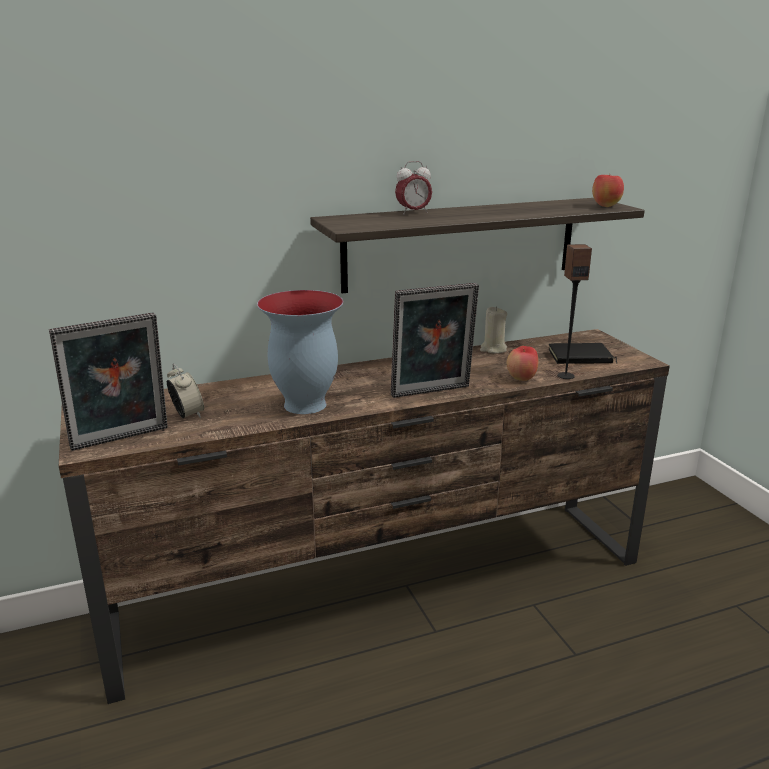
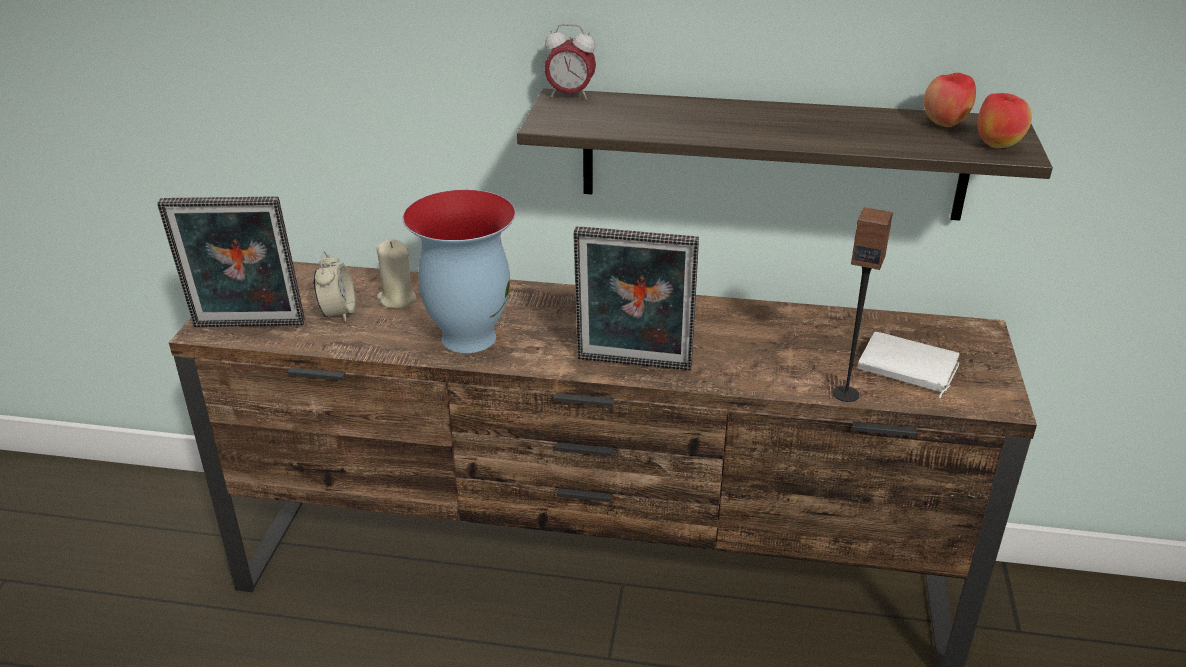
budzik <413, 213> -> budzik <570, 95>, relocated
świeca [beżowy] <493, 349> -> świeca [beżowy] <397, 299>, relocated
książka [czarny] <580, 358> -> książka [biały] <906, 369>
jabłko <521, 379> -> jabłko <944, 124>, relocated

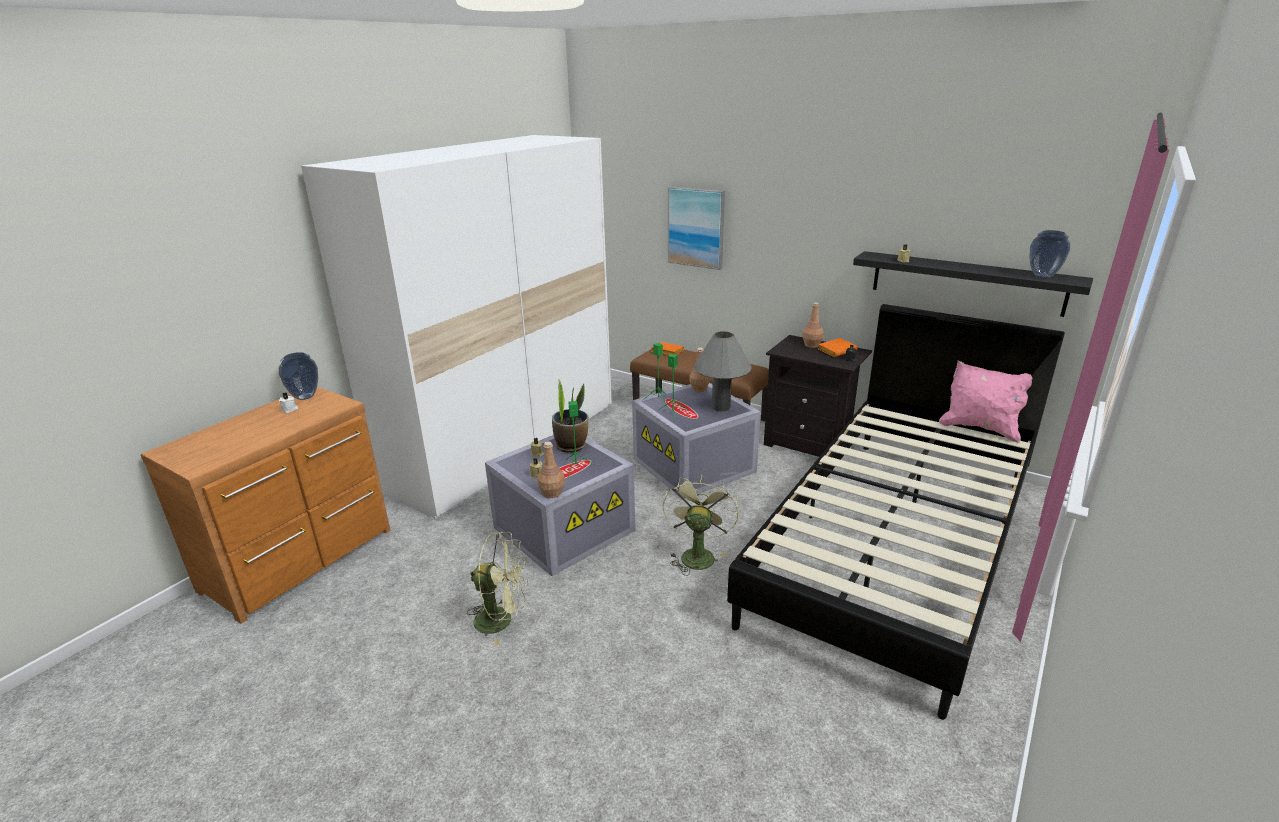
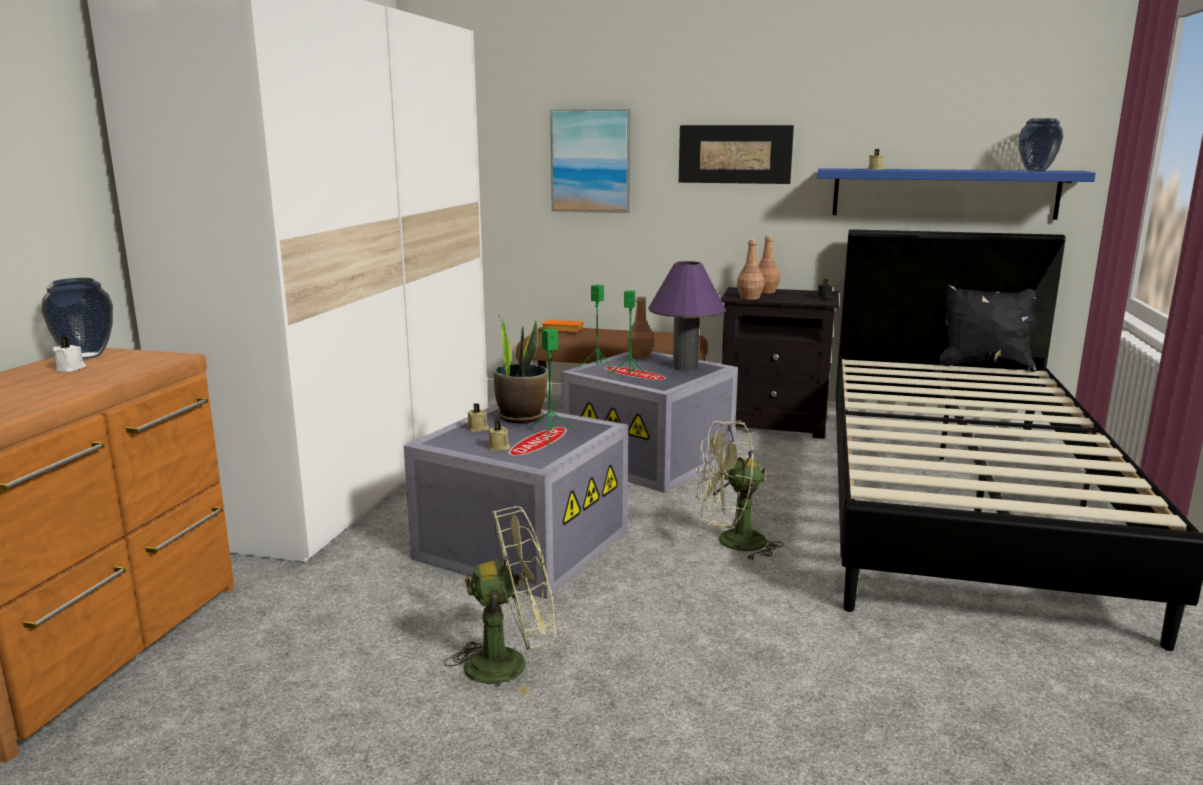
półka [czarny] <966, 282> -> półka [niebieski] <944, 193>
lampa stołowa [szary] <721, 407> -> lampa stołowa [fioletowy] <685, 367>
książka [pomarańczowy] <836, 350> -> none
poduszka [różowy] <979, 428> -> poduszka [czarny] <983, 365>
butelka [brązowy] <552, 492> -> butelka [brązowy] <750, 298>, relocated
wentylator [zielony] <697, 554> -> wentylator [zielony] <732, 543>, 90 degrees counterclockwise
none -> obraz <735, 154>

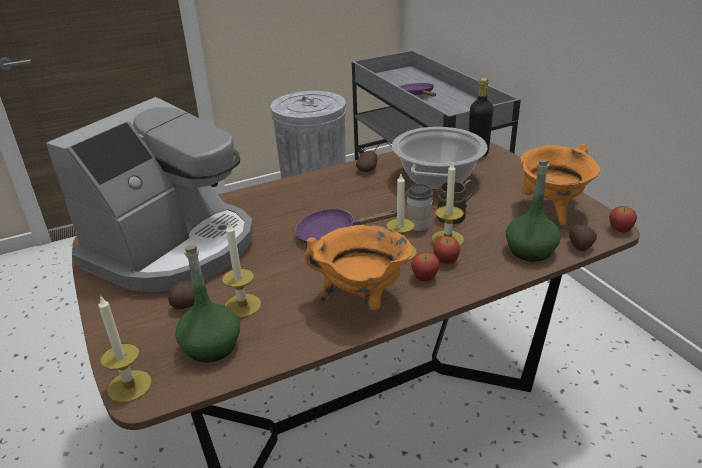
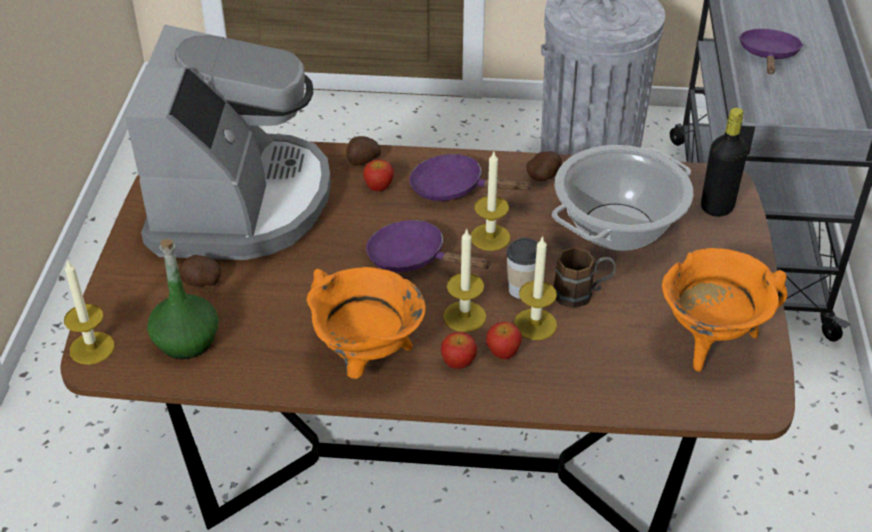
ekspres do kawy <174, 248> -> ekspres do kawy <239, 203>, 60 degrees counterclockwise
butelka [zielony] <530, 250> -> none
jabłko <620, 229> -> jabłko <379, 186>, relocated
świeca <242, 306> -> świeca <490, 237>, relocated
ziemniak <580, 246> -> ziemniak <362, 161>, relocated
none -> patelnia [fioletowy] <454, 189>

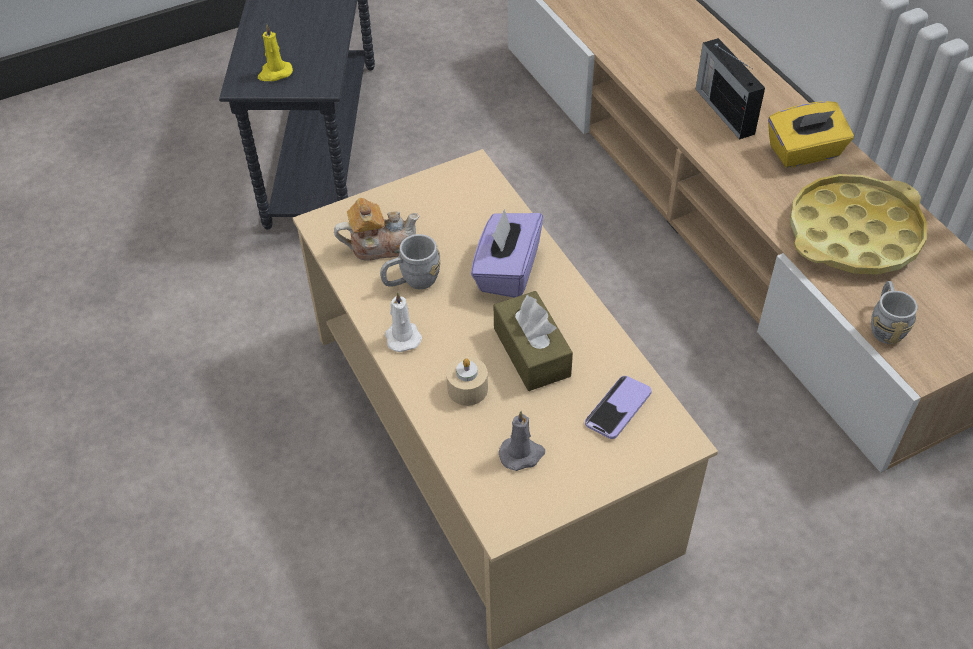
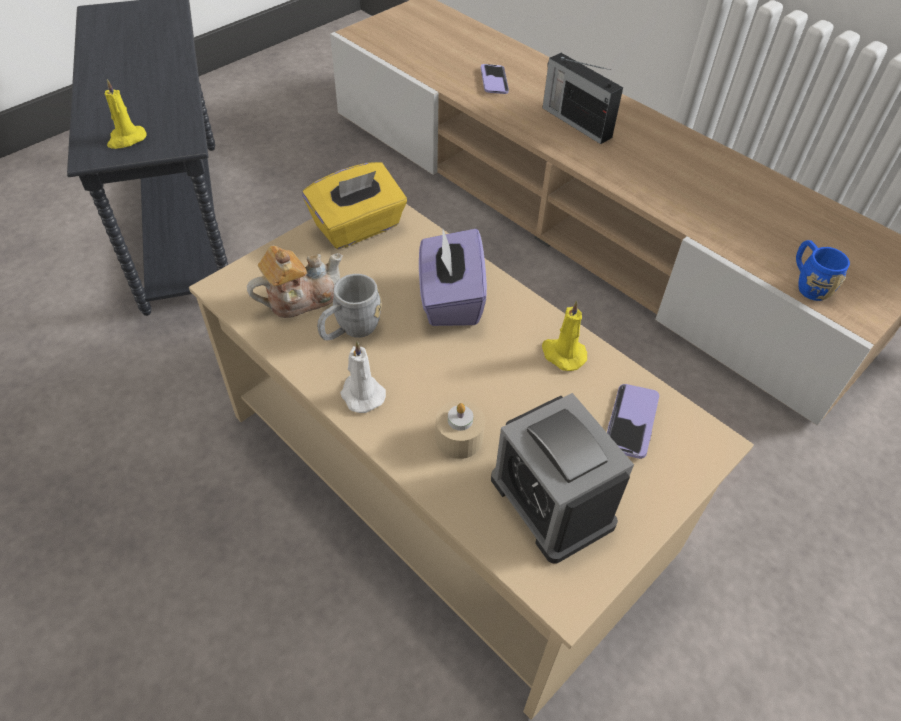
pudełko chusteczek [żółty] <804, 152> -> pudełko chusteczek [żółty] <358, 227>, relocated
taca [żółty] <853, 233> -> none
kubek [szary] <885, 325> -> kubek [niebieski] <808, 284>
pudełko chusteczek [brązowy] <531, 352> -> none
świeca [szary] <522, 454> -> budzik <552, 501>
none -> telefon <494, 80>
none -> świeca [żółty] <562, 354>

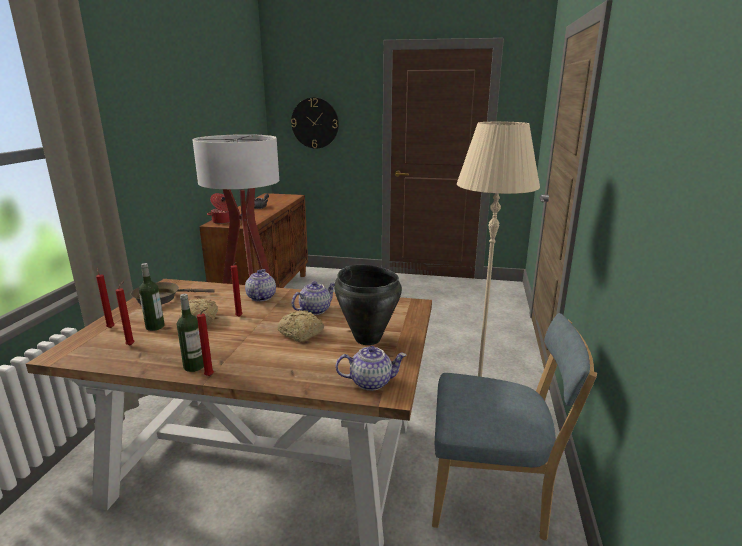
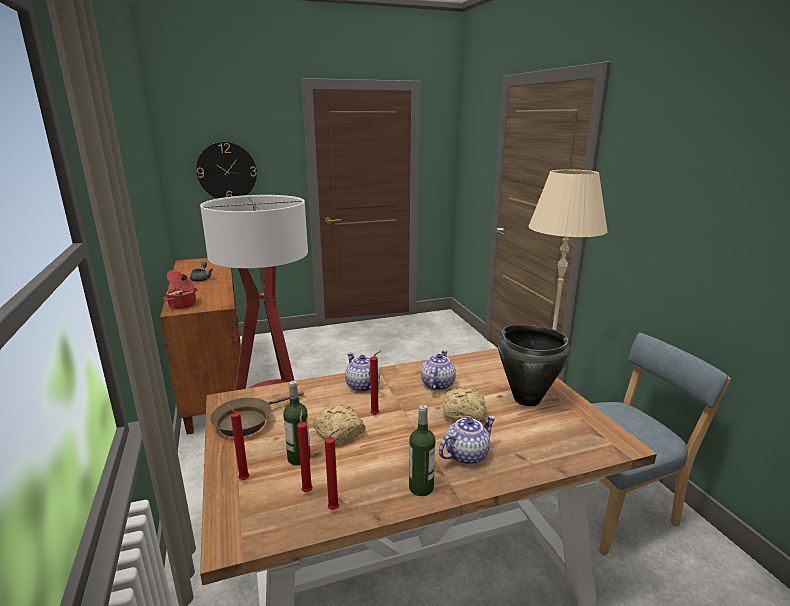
świeca [czerwony] <210, 376> -> świeca [czerwony] <335, 509>, relocated
imbryk <371, 382> -> imbryk <466, 454>, relocated

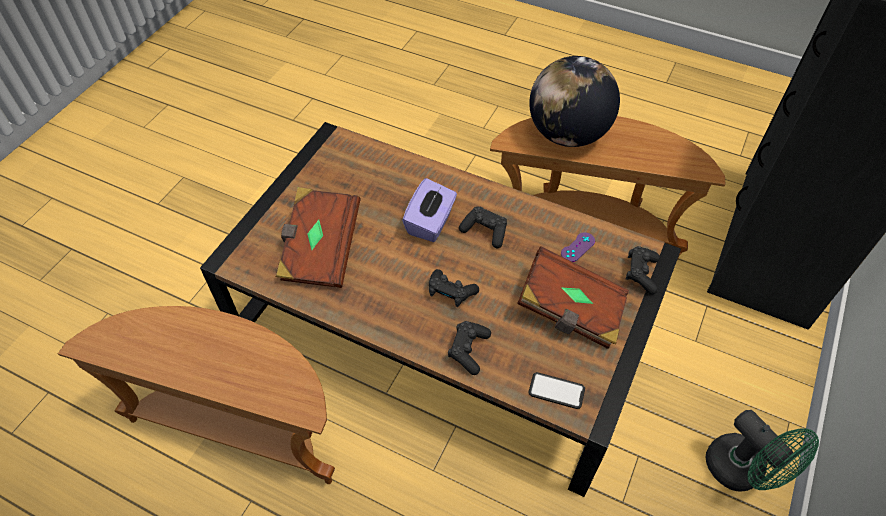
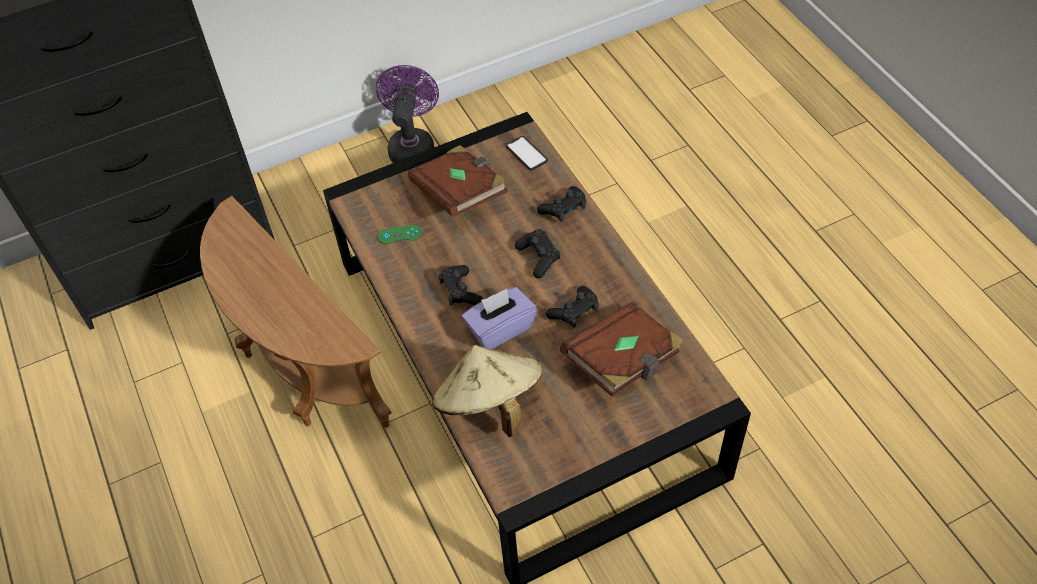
globus <567, 134> -> none
pad do gier [fioletowy] <577, 247> -> pad do gier [zielony] <400, 235>
pad do gier [czarny] <641, 274> -> pad do gier [czarny] <574, 312>, relocated
stolik [brązowy] <240, 426> -> none
wentylator [zielony] <742, 472> -> wentylator [fioletowy] <412, 145>
none -> kapelusz [beżowy] <489, 404>

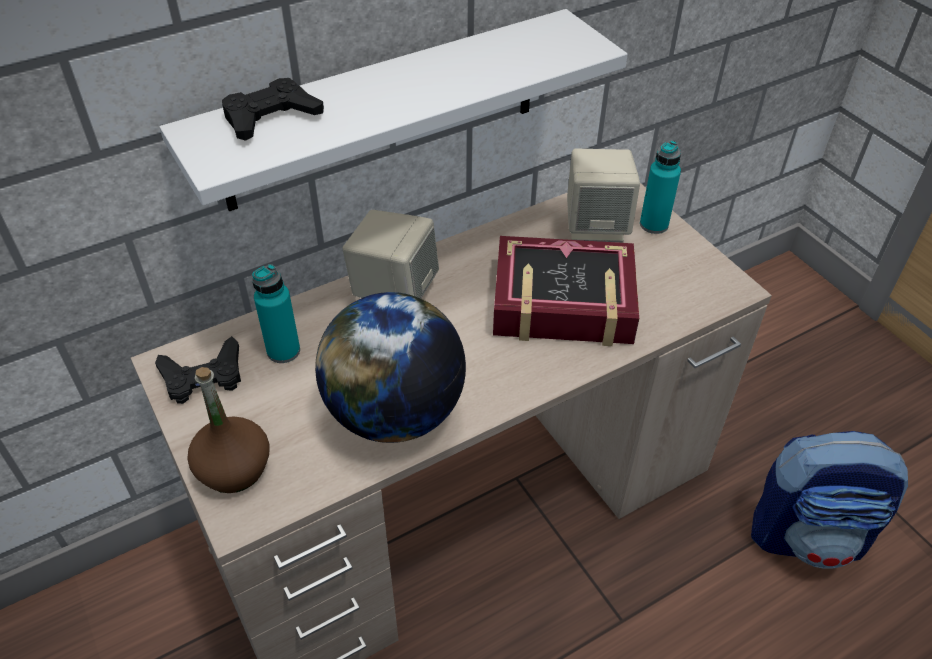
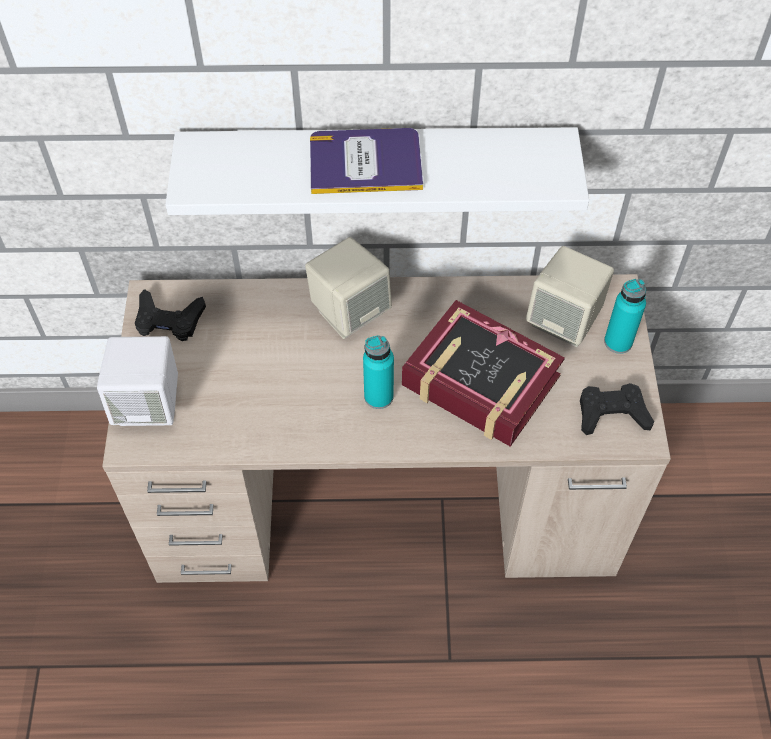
pad do gier [czarny] <271, 117> -> pad do gier [czarny] <612, 413>, relocated
butelka [turkusowy] <283, 351> -> butelka [turkusowy] <378, 396>, relocated
globus <394, 413> -> none
butelka [brązowy] <234, 468> -> głośnik [biały] <149, 404>
plecak <808, 535> -> none
none -> książka <365, 162>

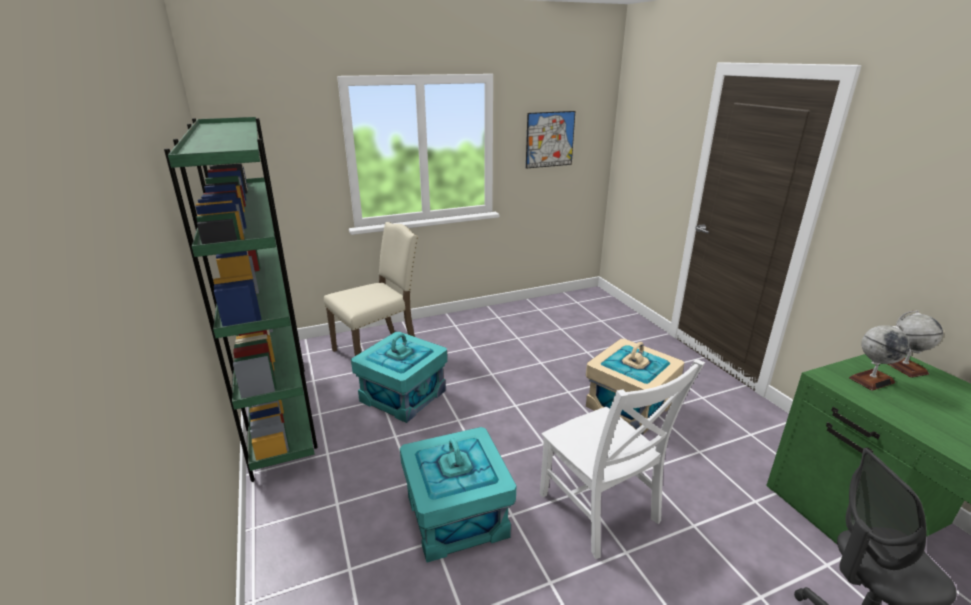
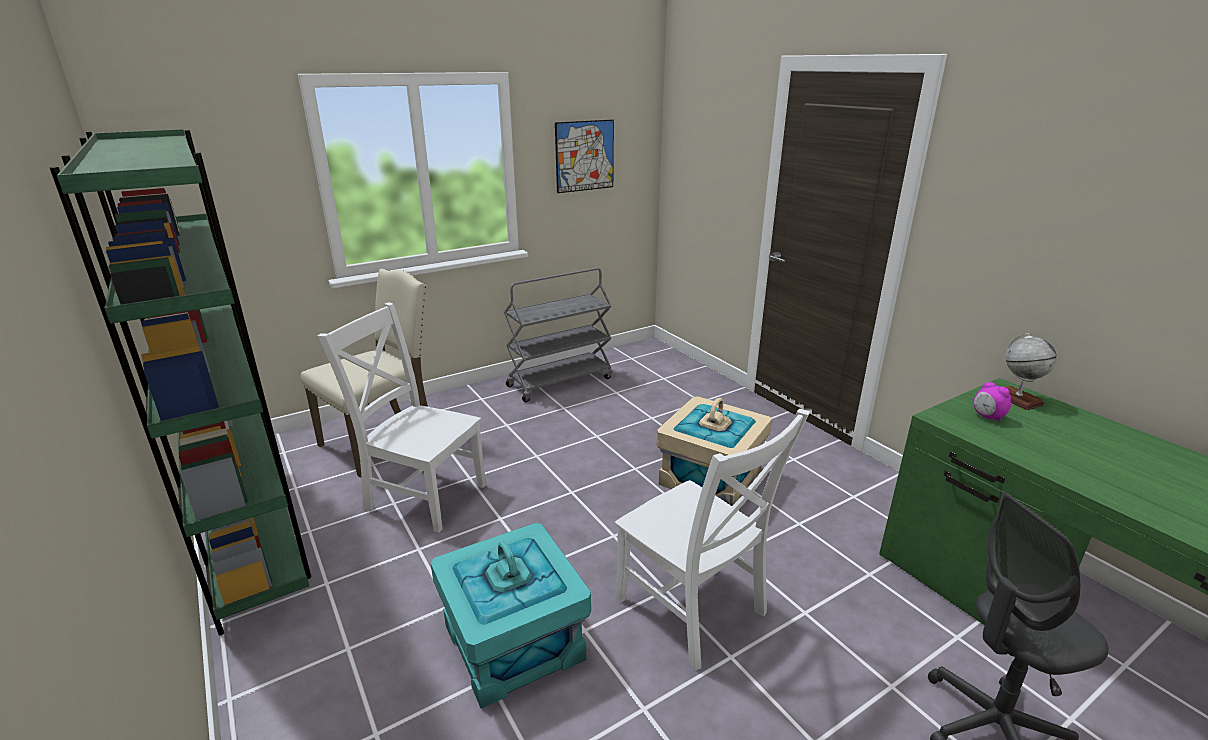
globus <871, 380> -> budzik <987, 417>
pojemnik do przechowywania [turkusowy] <402, 395> -> krzesło [biały] <422, 495>
none -> wózek [szary] <560, 381>

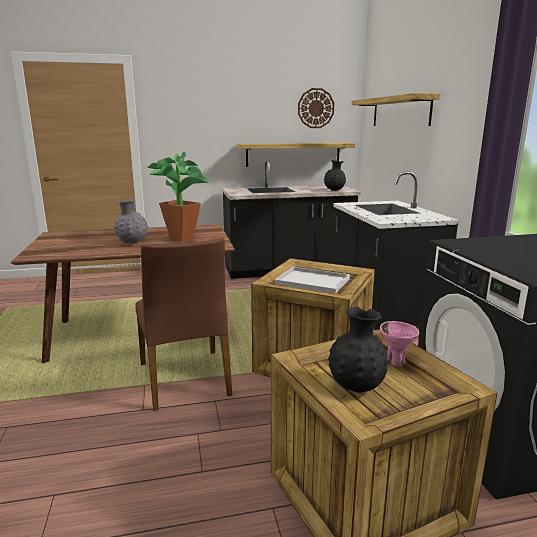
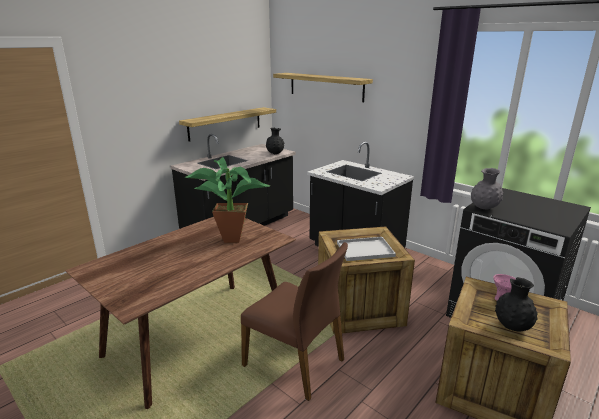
zegar ścienny <315, 108> -> none
wazon [szary] <132, 243> -> wazon [szary] <484, 208>, relocated

